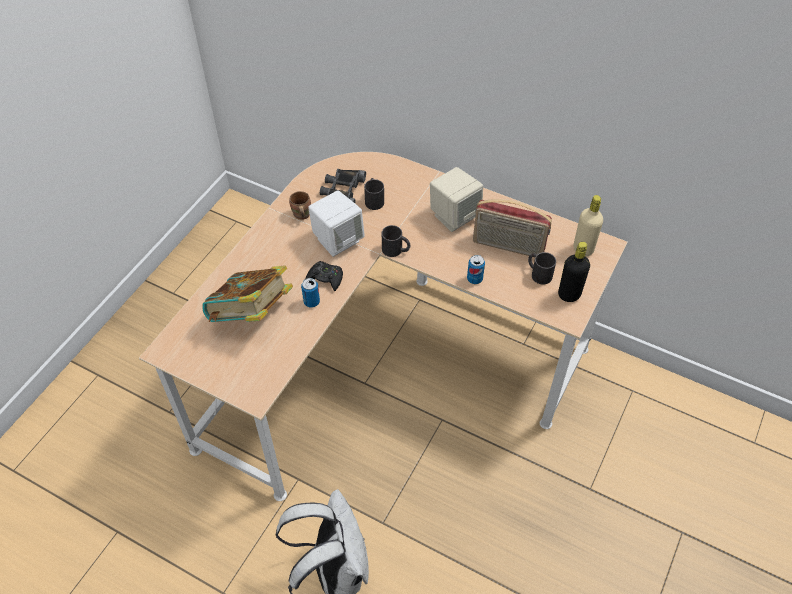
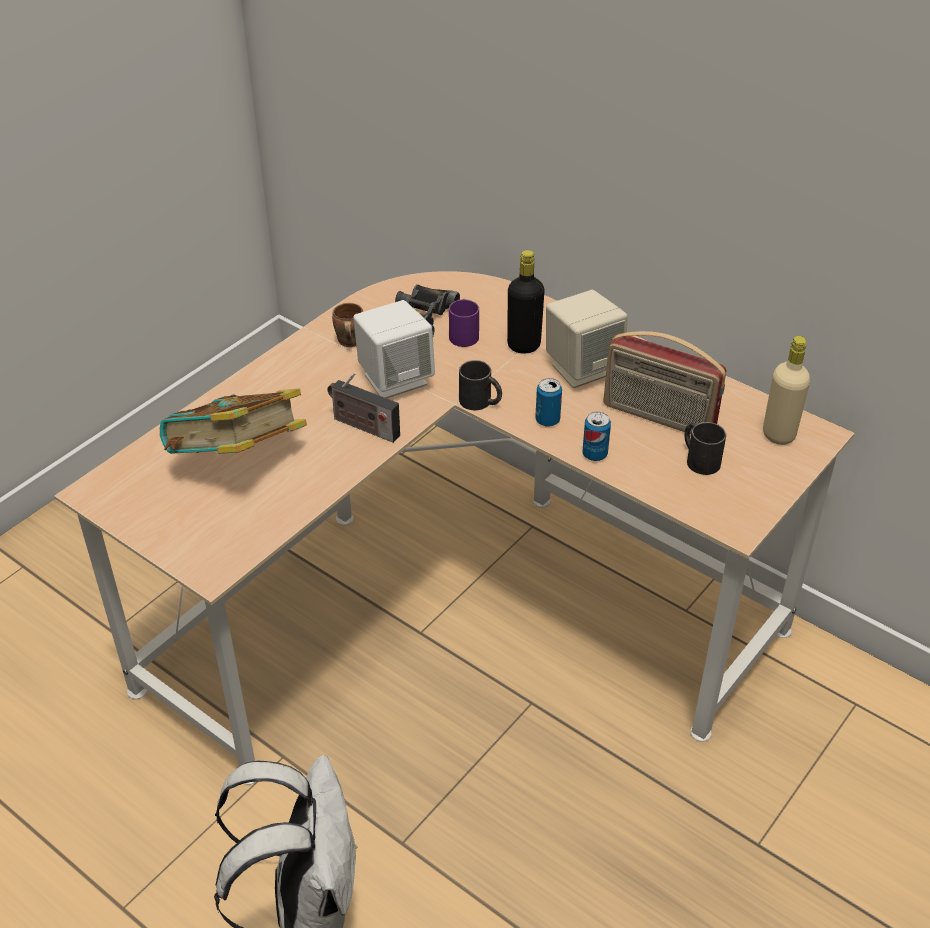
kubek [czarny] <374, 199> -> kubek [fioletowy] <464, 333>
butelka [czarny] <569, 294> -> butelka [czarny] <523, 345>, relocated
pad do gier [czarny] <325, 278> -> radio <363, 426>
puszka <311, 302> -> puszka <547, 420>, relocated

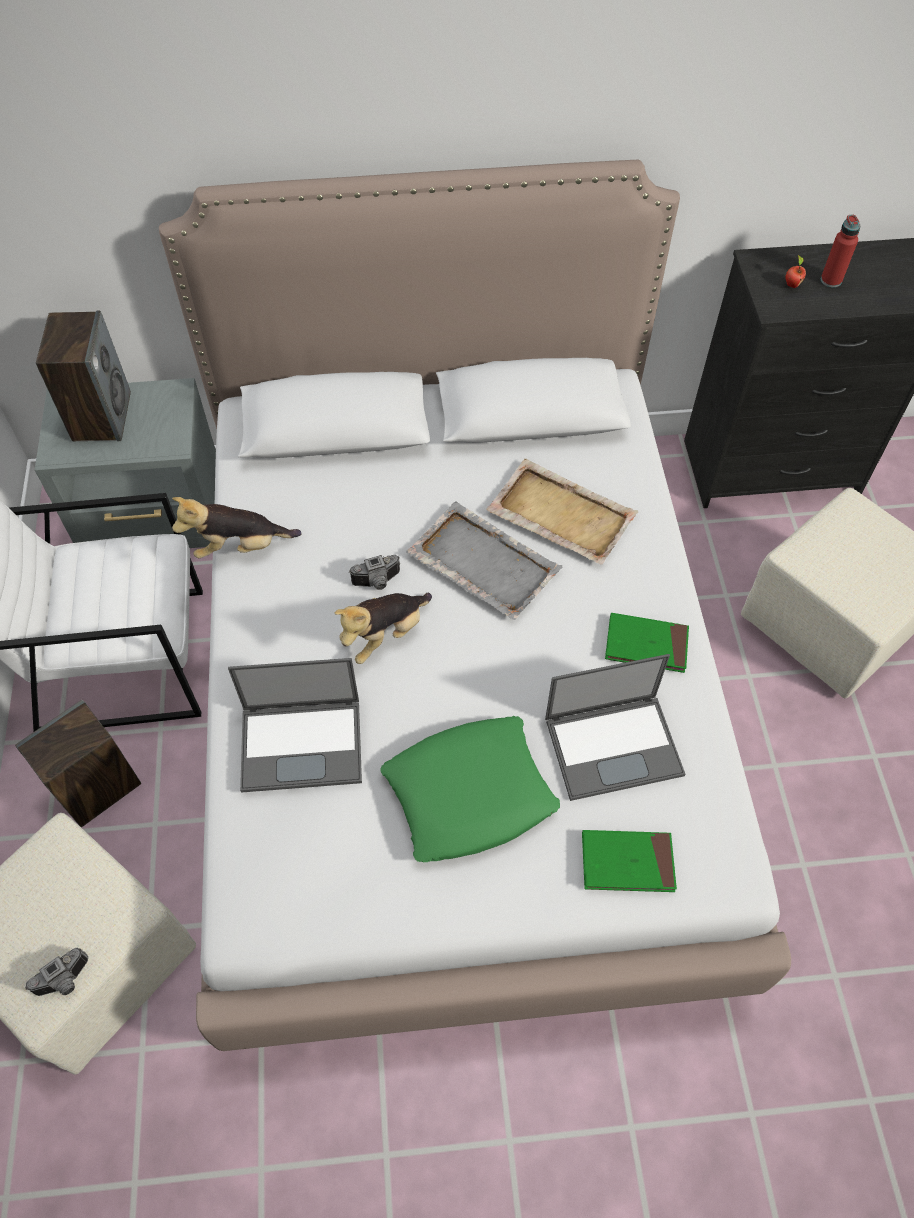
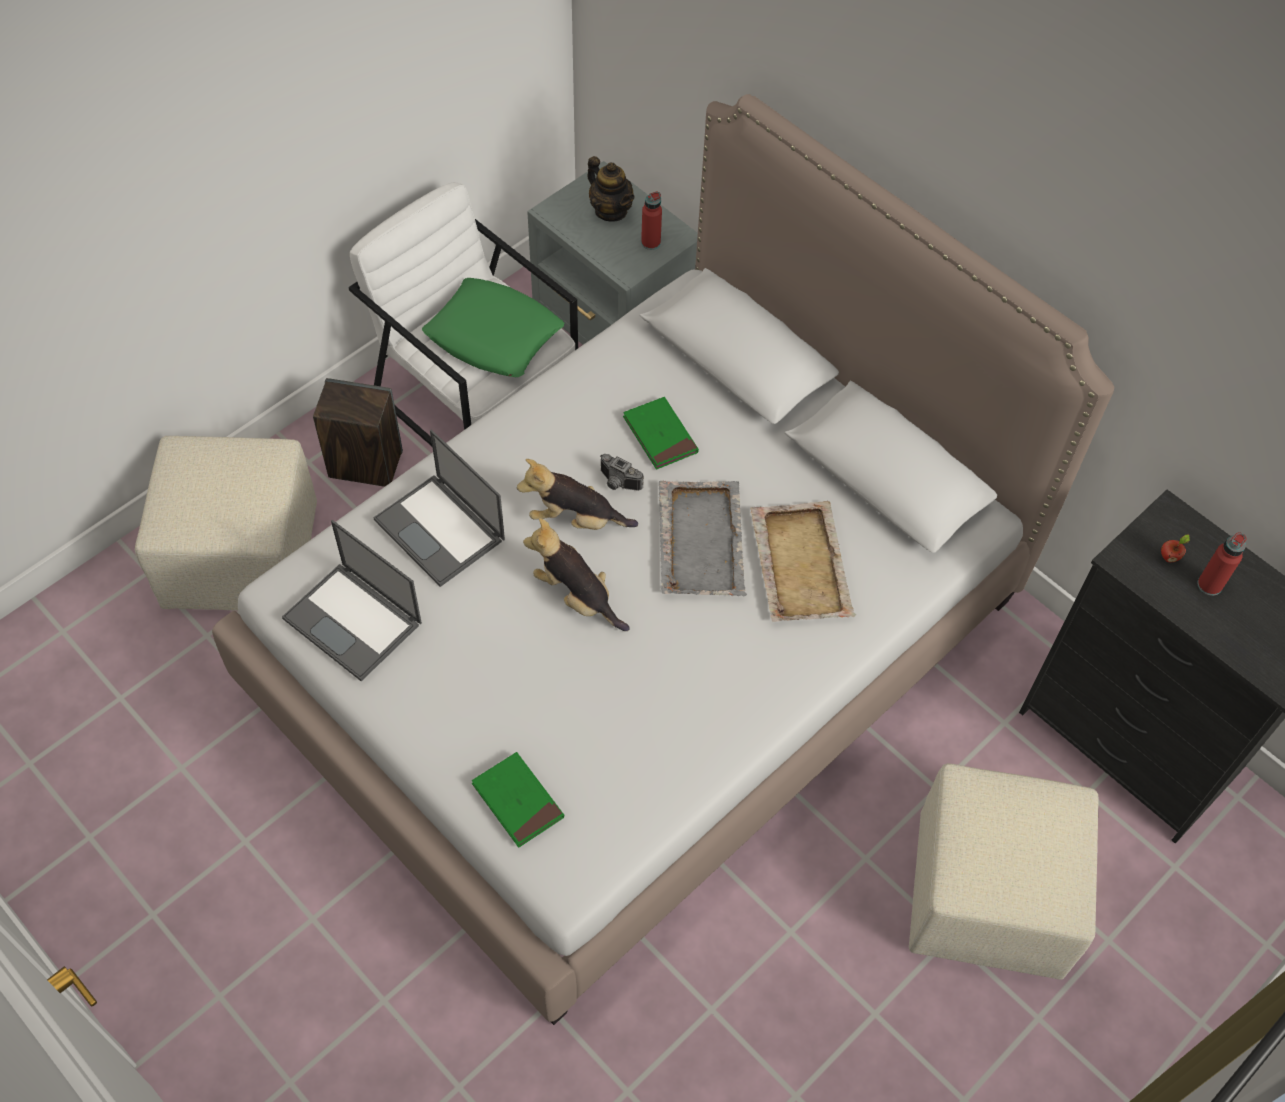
głośnik <101, 416> -> imbryk <611, 210>
pluszak <240, 547> -> pluszak <576, 596>, relocated
książka [zielony] <646, 645> -> książka [zielony] <660, 435>, relocated
laptop <615, 745> -> laptop <354, 621>, relocated
poduszka [zielony] <470, 793> -> poduszka [zielony] <494, 336>, relocated
aparat fotograficzny <65, 982> -> none
none -> butelka [czerwony] <650, 243>

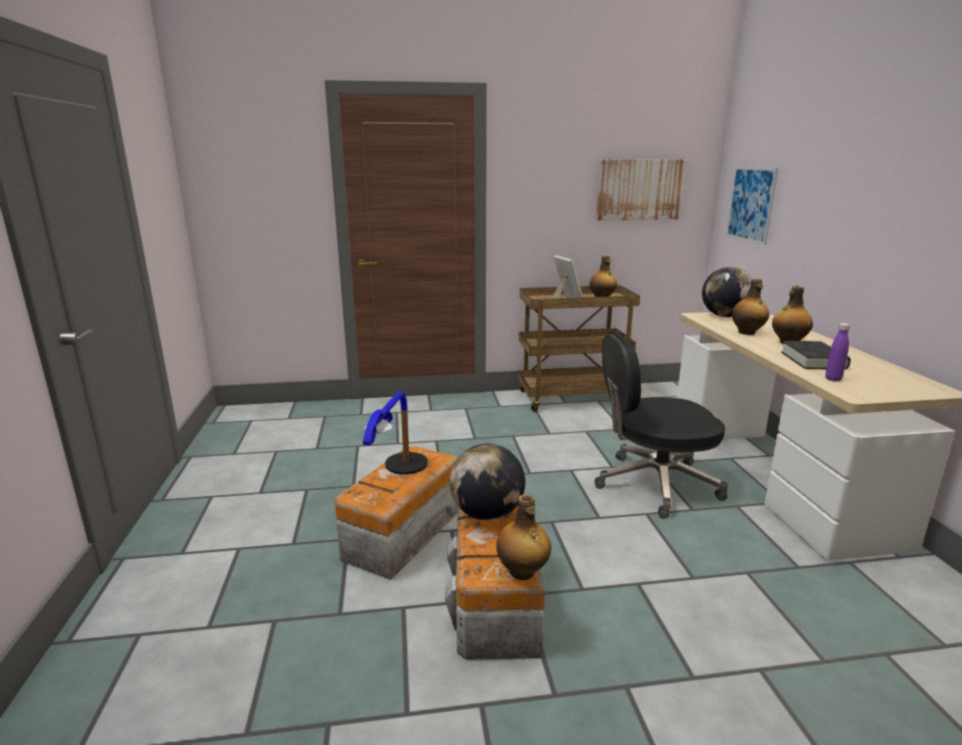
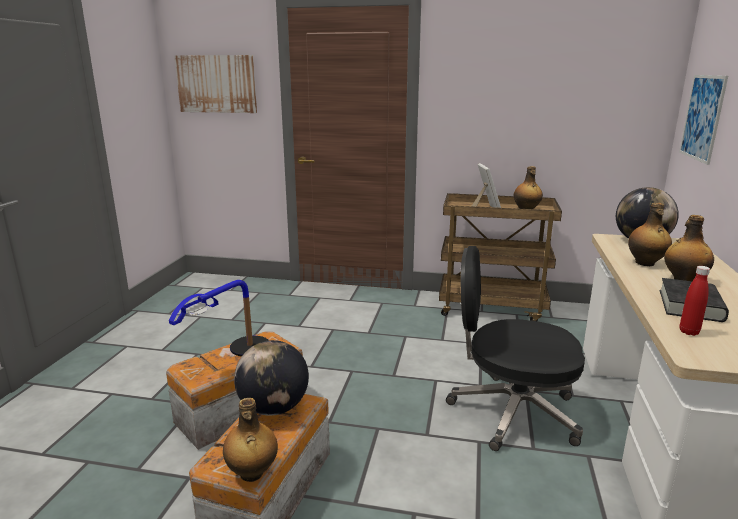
obraz <639, 189> -> obraz <217, 84>, relocated
butelka [fioletowy] <833, 379> -> butelka [czerwony] <689, 332>

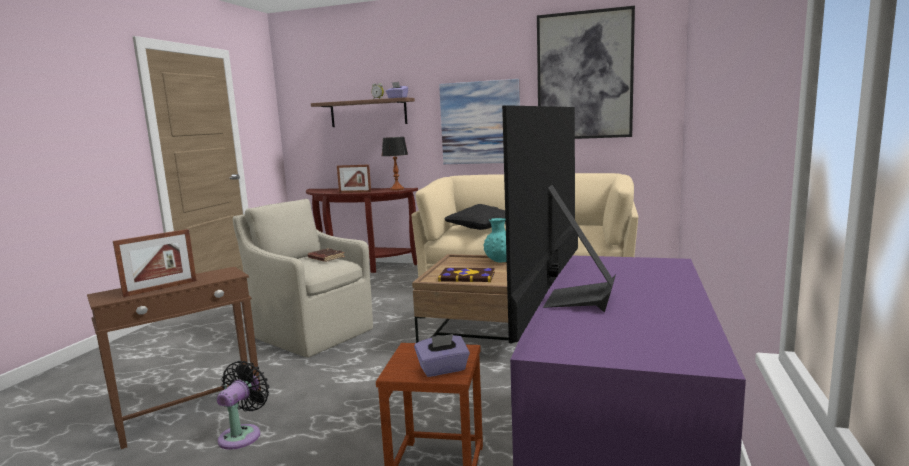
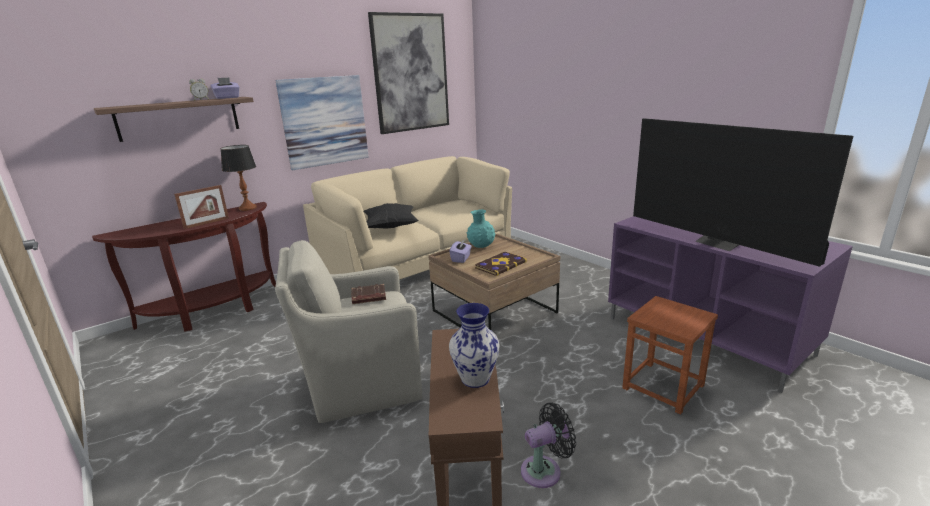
ramka na zdjęcie <161, 288> -> wazon <474, 378>
pudełko chusteczek [fioletowy] <443, 369> -> pudełko chusteczek [fioletowy] <461, 258>, relocated
wentylator [czarny] <242, 434> -> wentylator [czarny] <545, 470>, 105 degrees clockwise

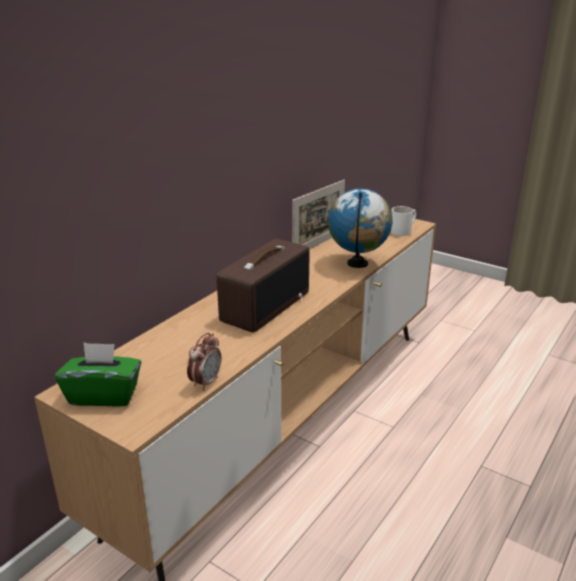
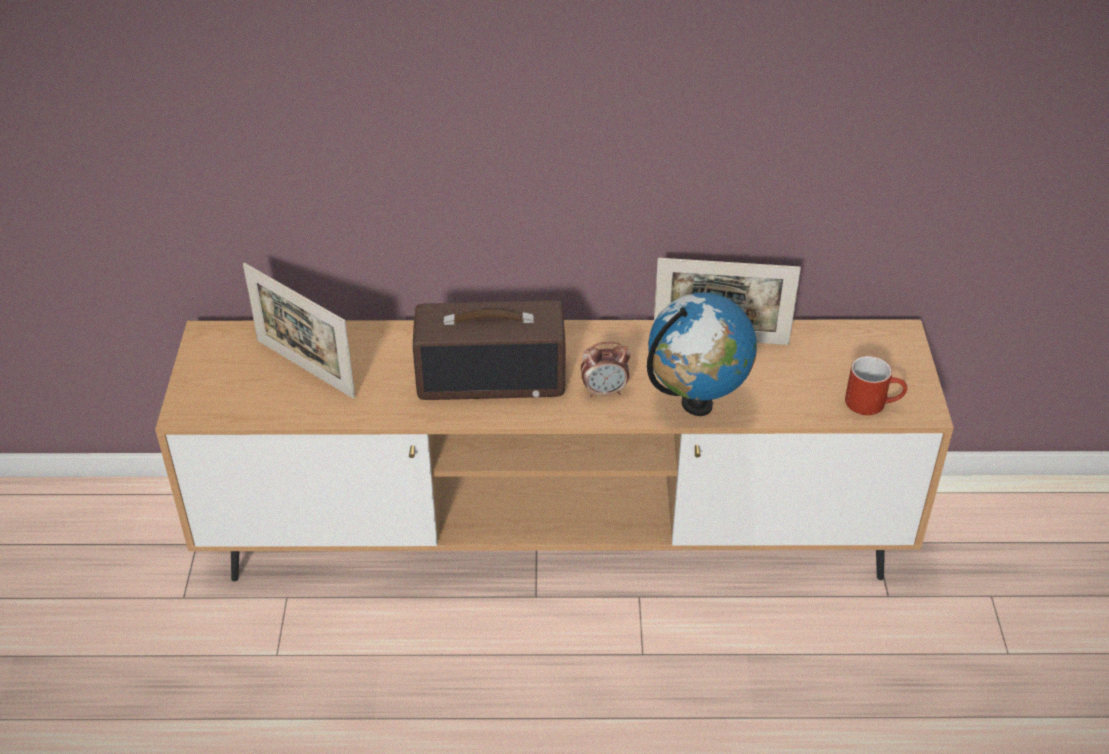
kubek [biały] <403, 230> -> kubek [czerwony] <873, 402>
budzik <206, 382> -> budzik <604, 391>, relocated
pudełko chusteczek [zielony] <104, 395> -> none
none -> ramka na zdjęcie <305, 368>

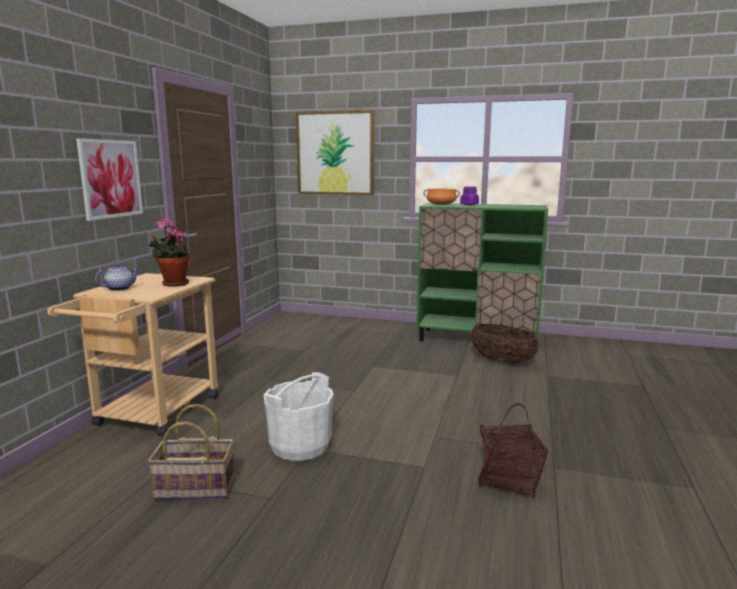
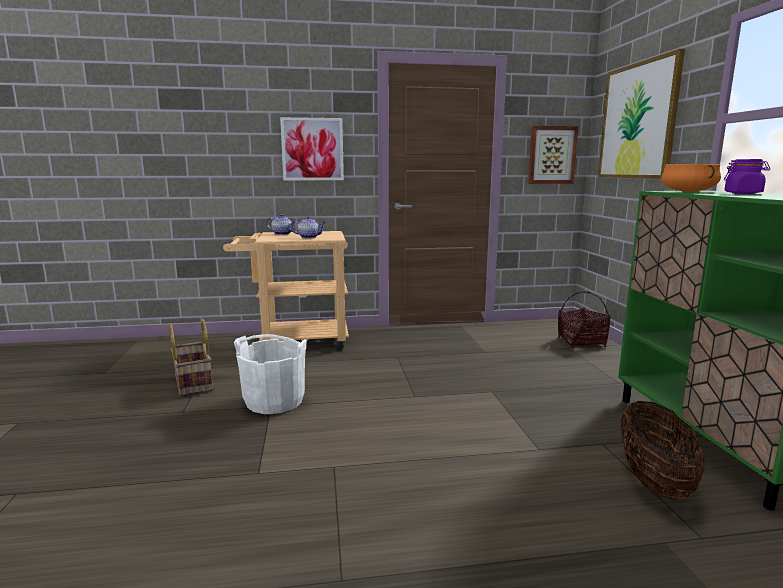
roślina doniczkowa <173, 284> -> imbryk <309, 237>
koszyk <509, 479> -> koszyk <581, 342>, relocated
none -> obraz <551, 155>

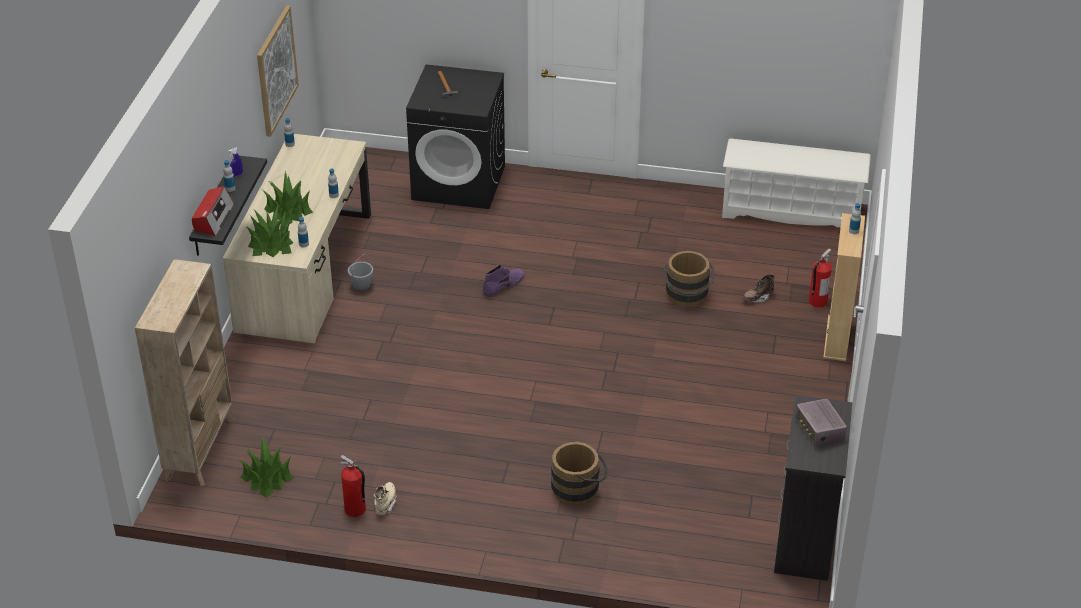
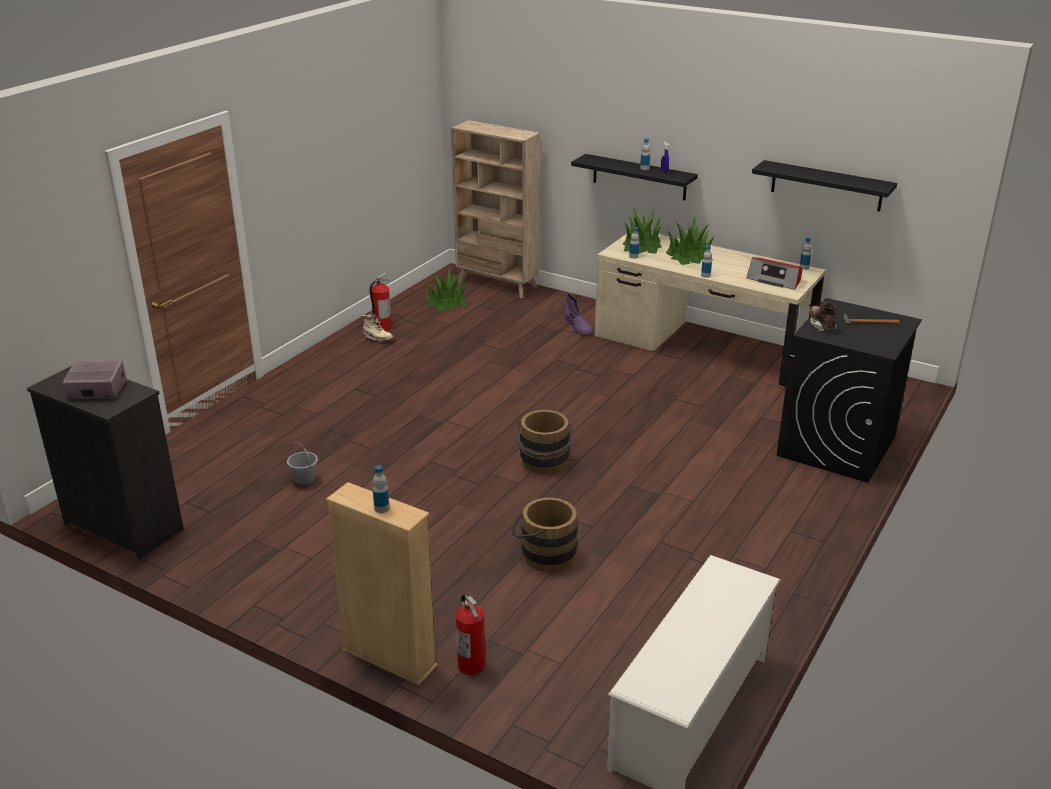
obraz <276, 70> -> półka [czarny] <826, 186>
radio <213, 218> -> radio <774, 280>, relocated
wiadro [szary] <361, 286> -> wiadro [szary] <304, 481>, relocated
but z cholewką [fioletowy] <503, 285> -> but z cholewką [fioletowy] <578, 327>, relocated
but z cholewką [brązowy] <758, 297> -> but z cholewką [brązowy] <821, 325>, relocated
wiadro [brązowy] <579, 489> -> wiadro [brązowy] <544, 464>, relocated

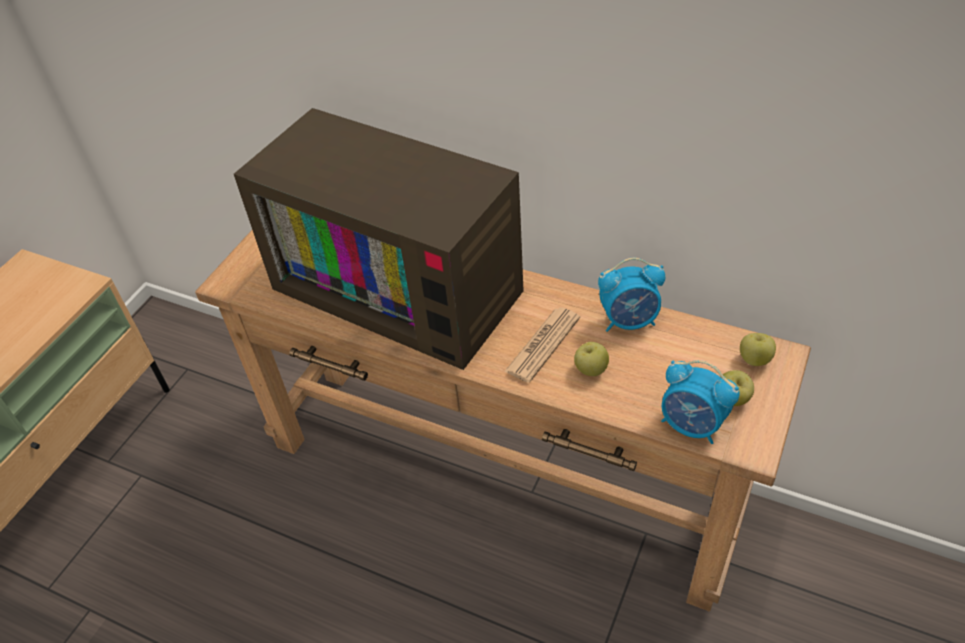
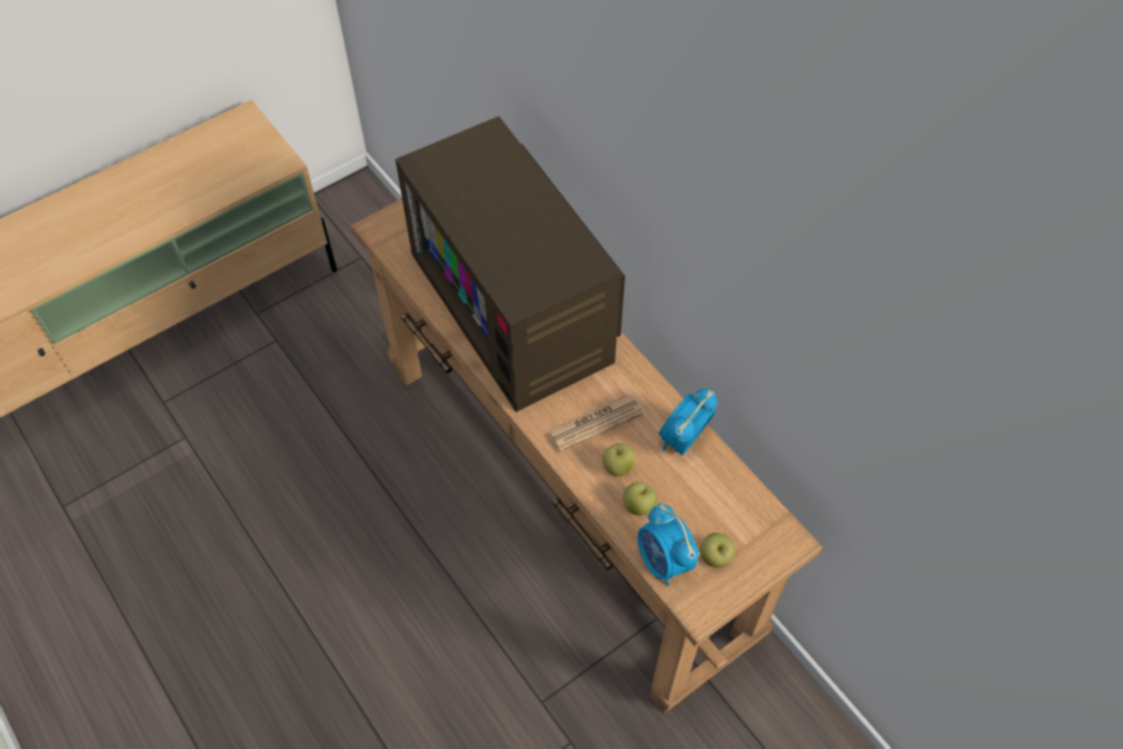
budzik <629, 321> -> budzik <683, 439>, 105 degrees clockwise
jabłko <754, 360> -> jabłko <638, 506>, relocated

